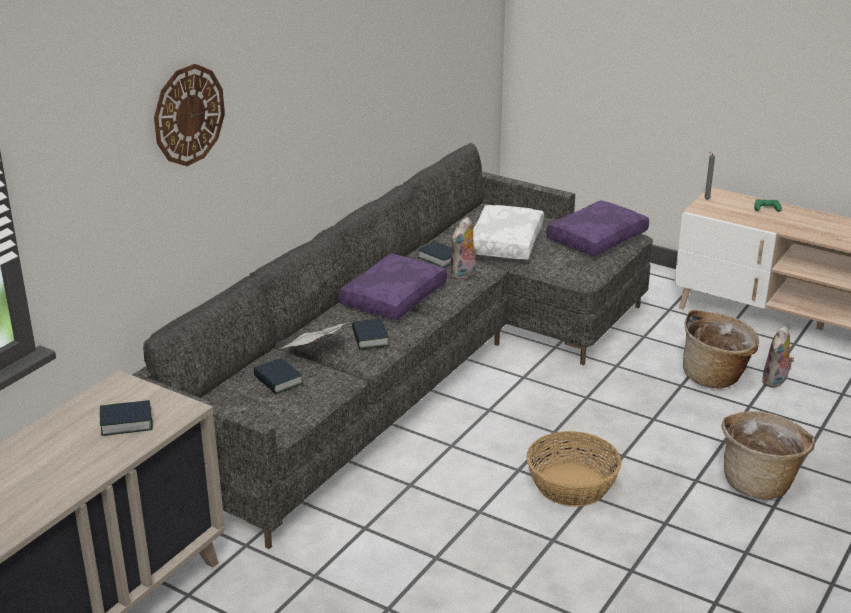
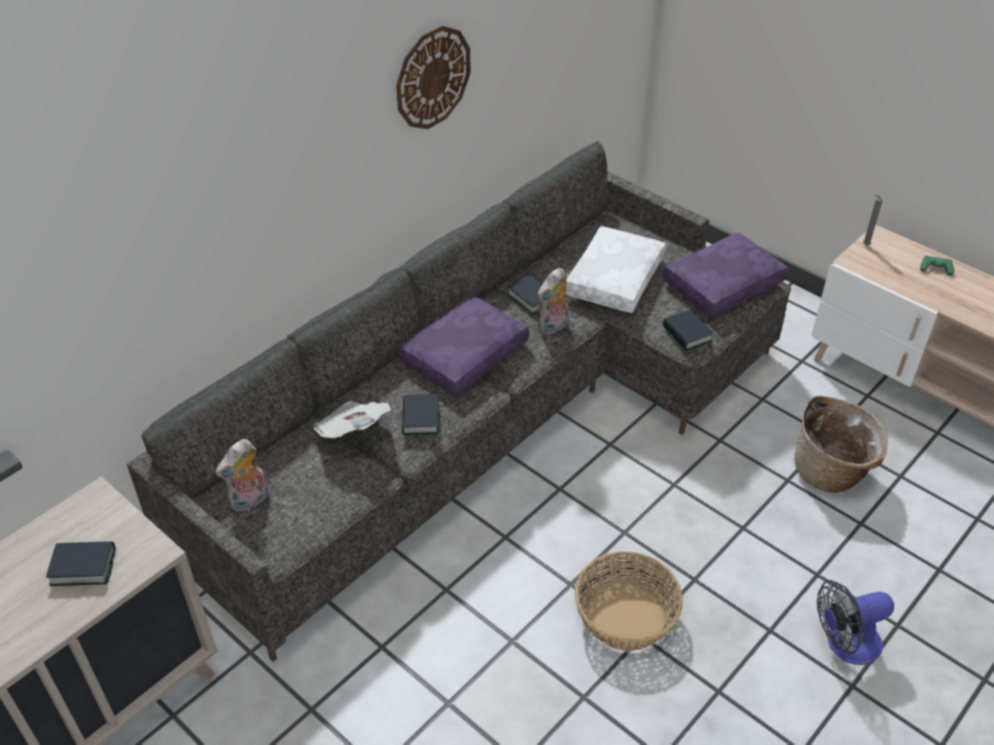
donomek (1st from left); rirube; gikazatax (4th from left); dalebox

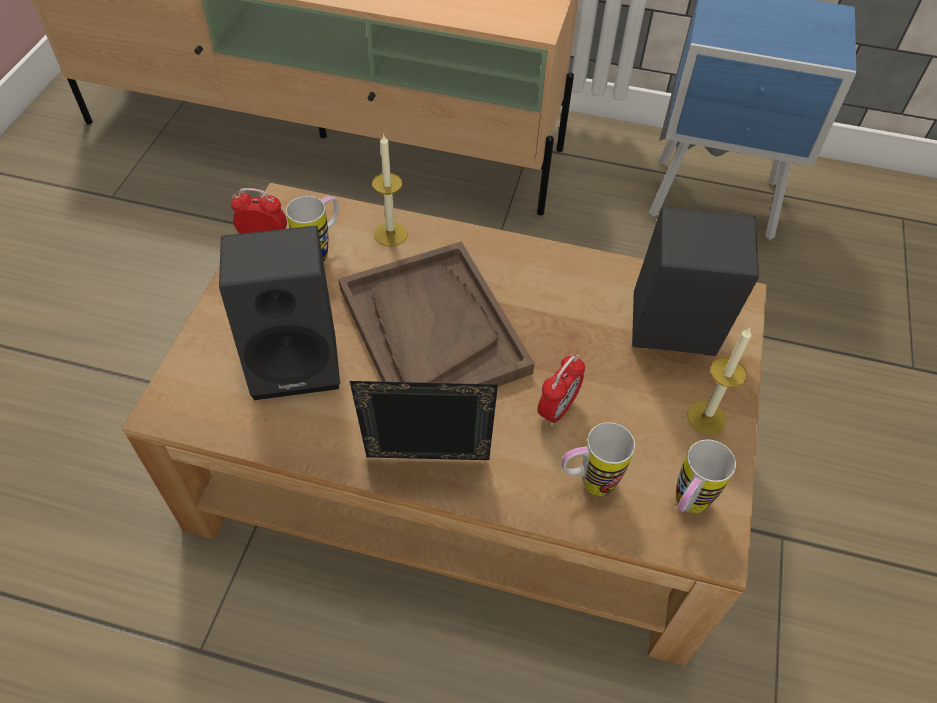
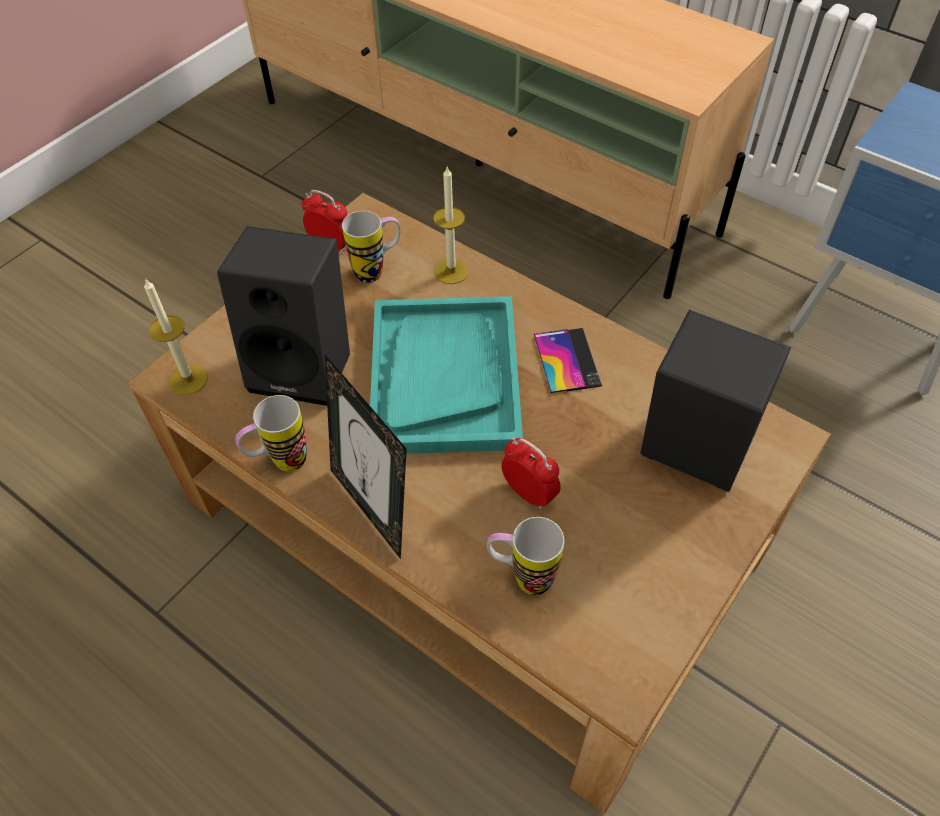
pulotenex (1st from left); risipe (1st from left); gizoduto; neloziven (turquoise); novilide (2nd from left); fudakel

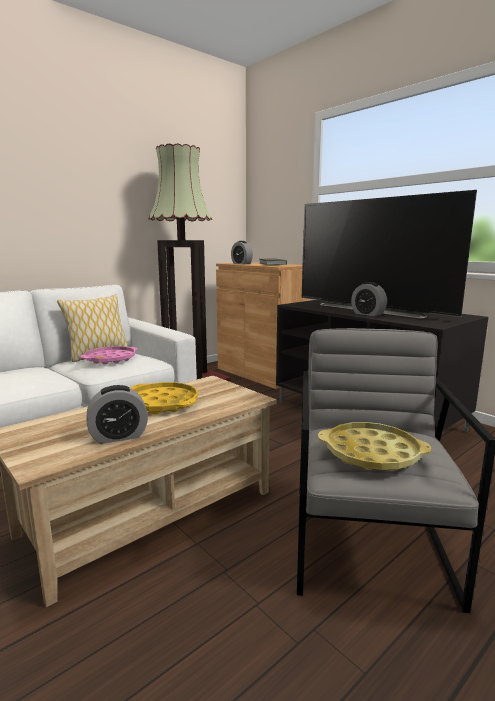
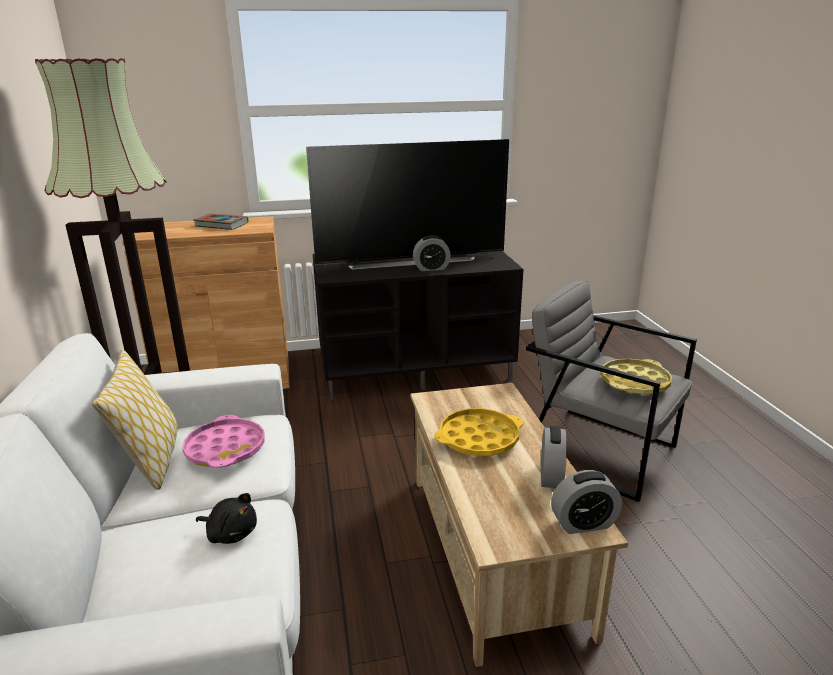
donomek (black); novilide (3rd from left)

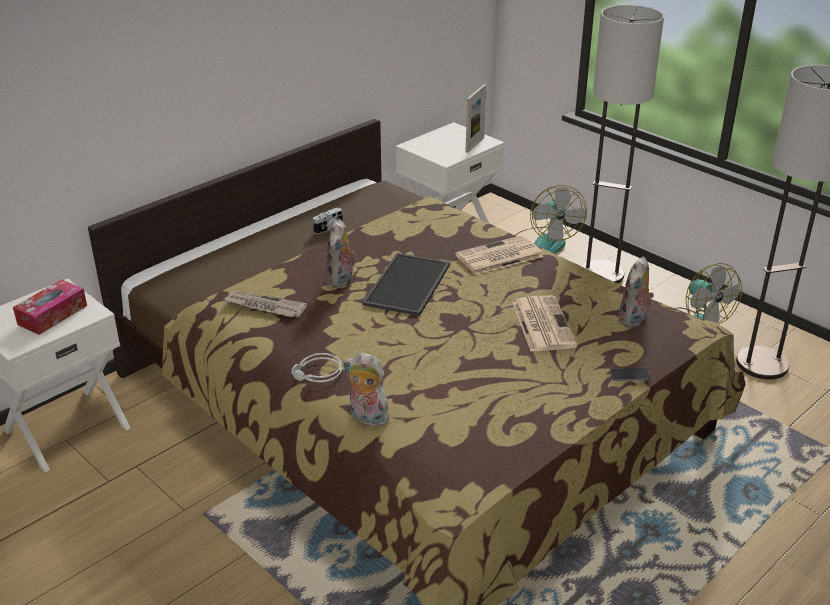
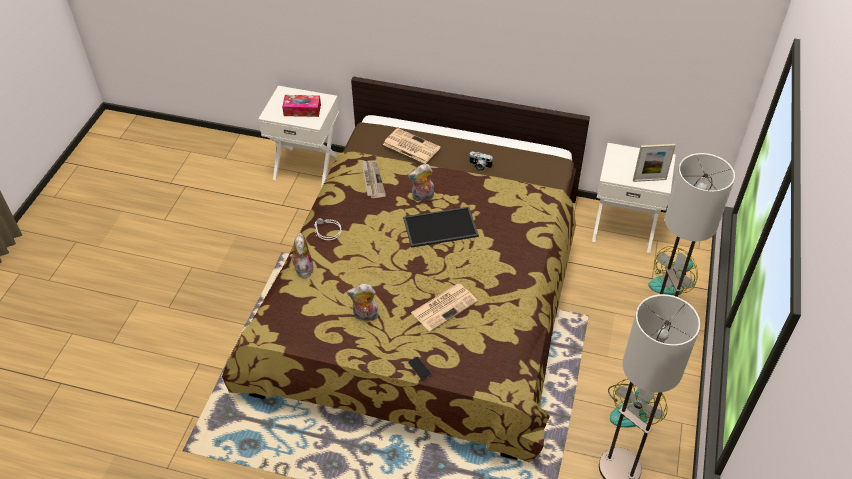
donomek (2nd from left); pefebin (2nd from left)

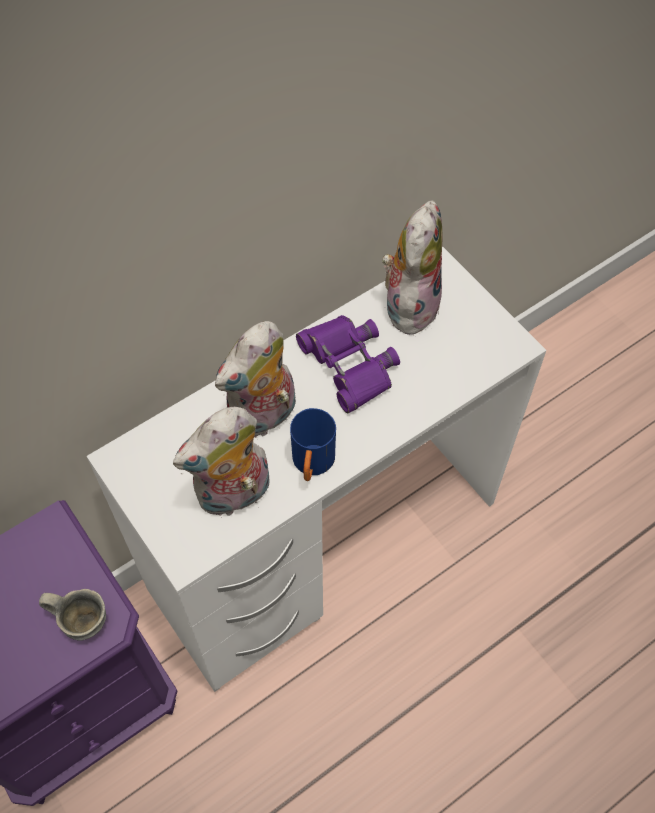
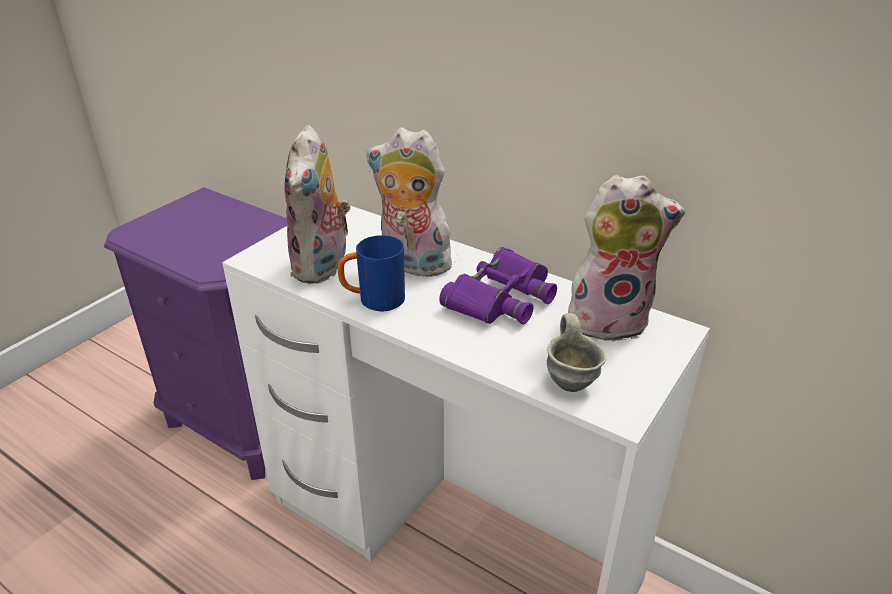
donomek (1st from left); risipe (grey)

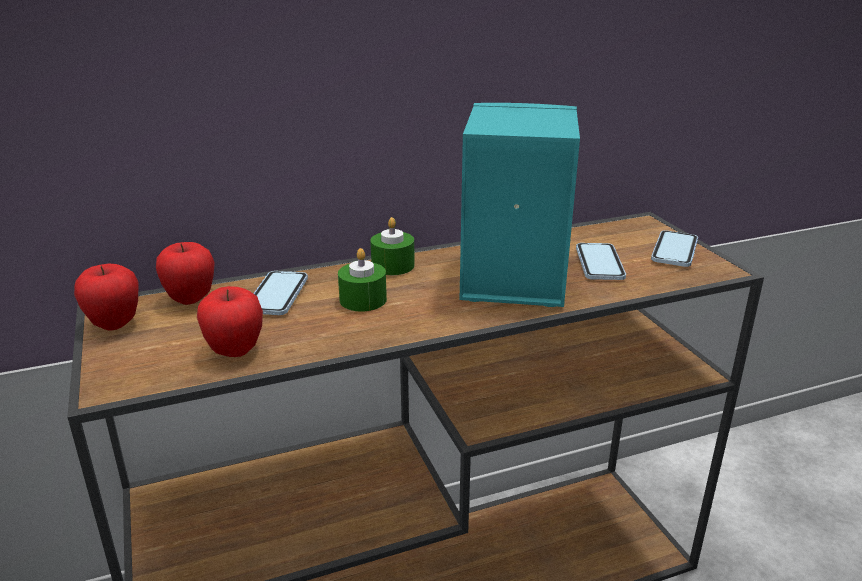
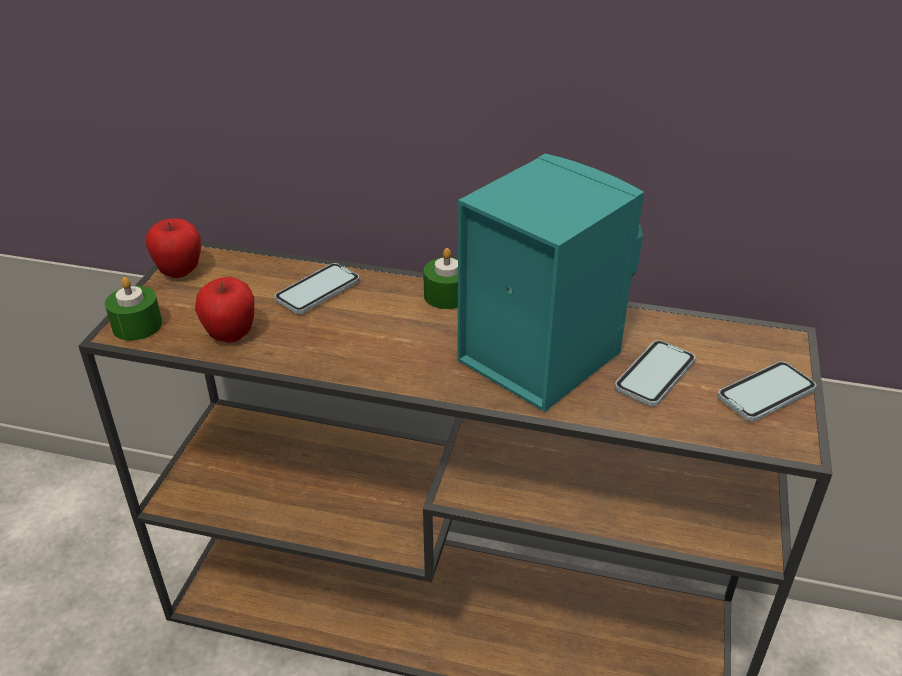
pulotenex (green) (1st from left); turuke (2nd from left in the first image)

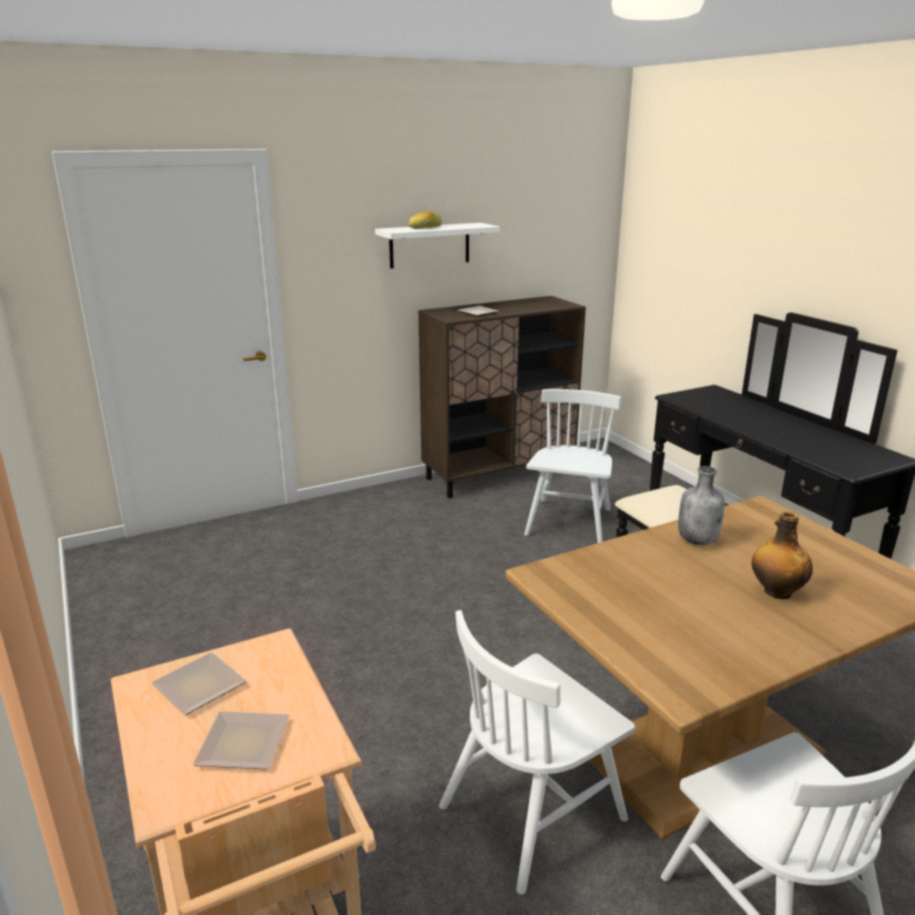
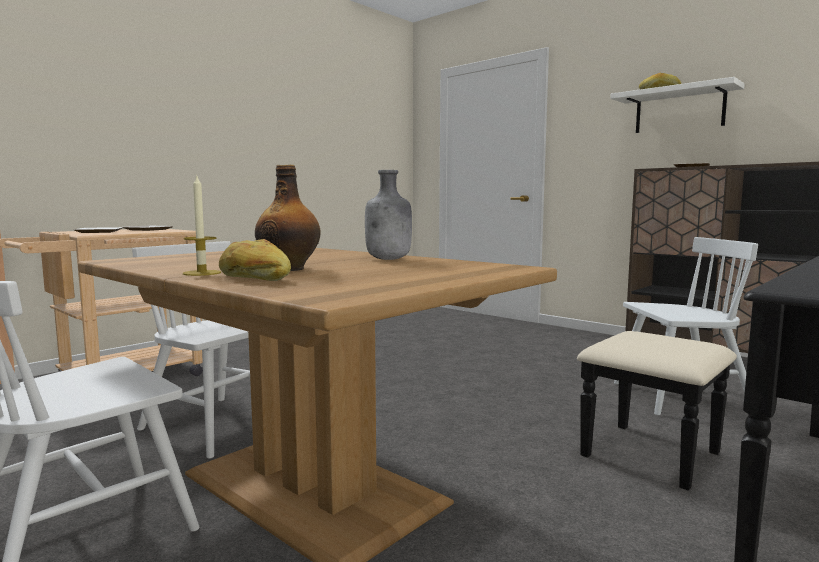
pulotenex; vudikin (1st from left)

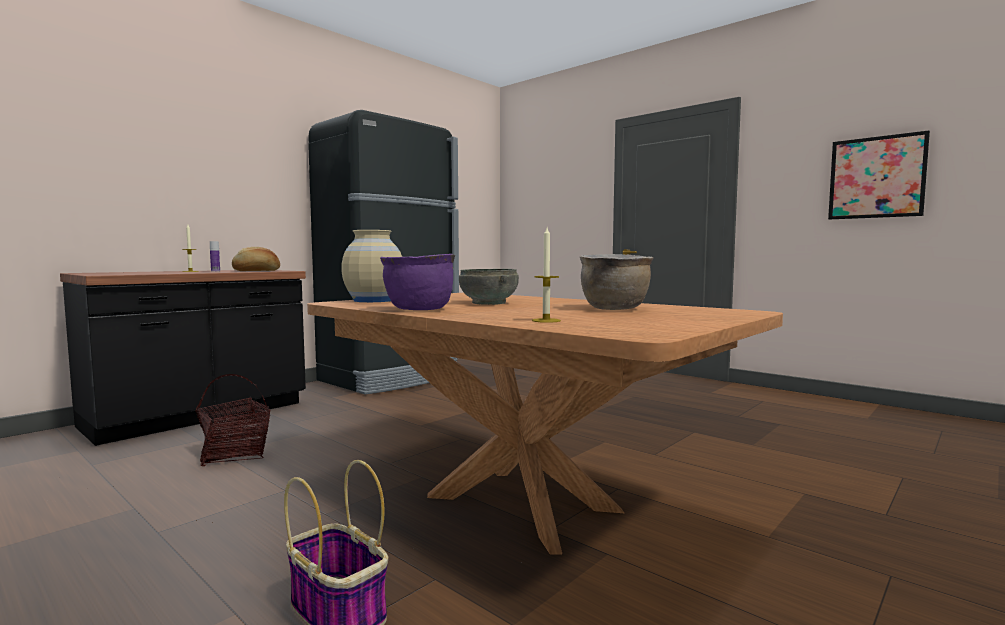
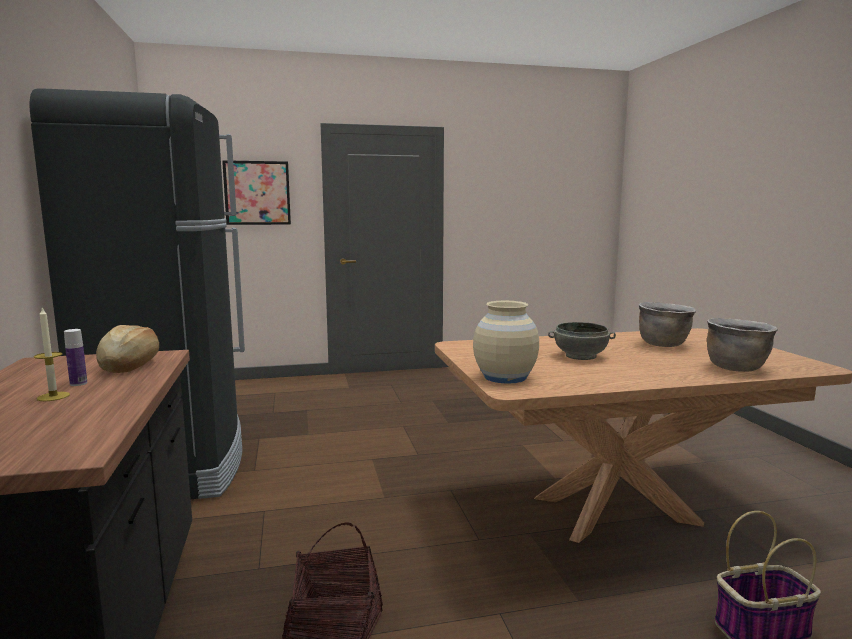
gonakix; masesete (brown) (2nd from left); masesete (purple)

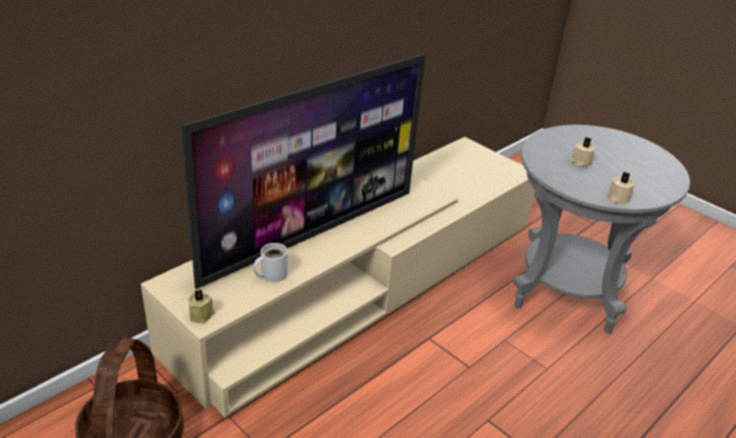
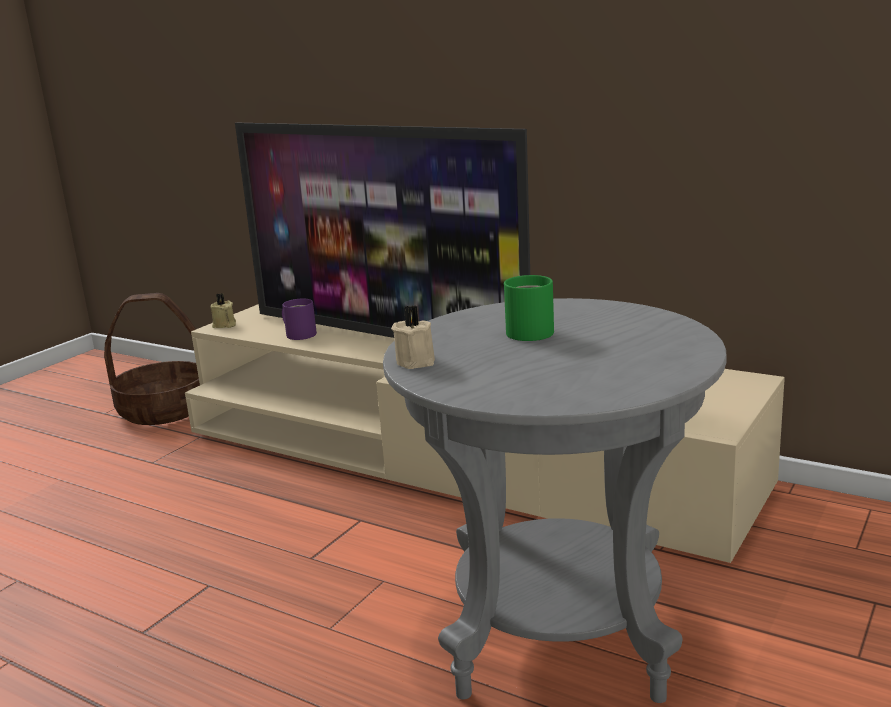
risipe (purple); risipe (green)

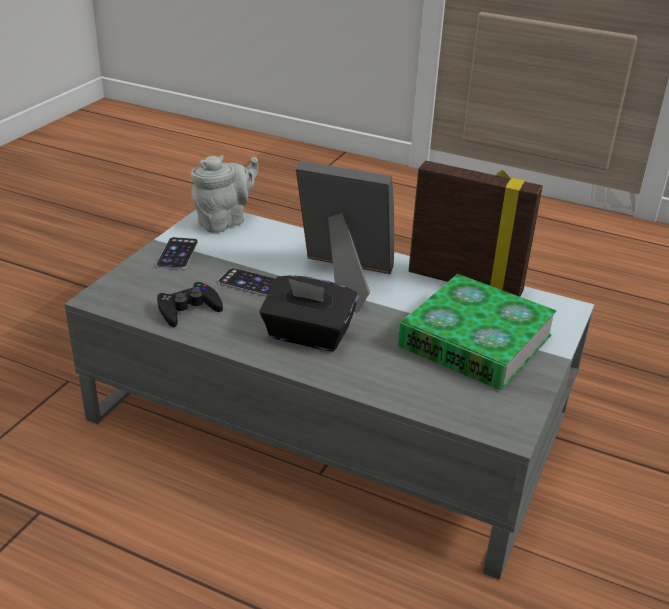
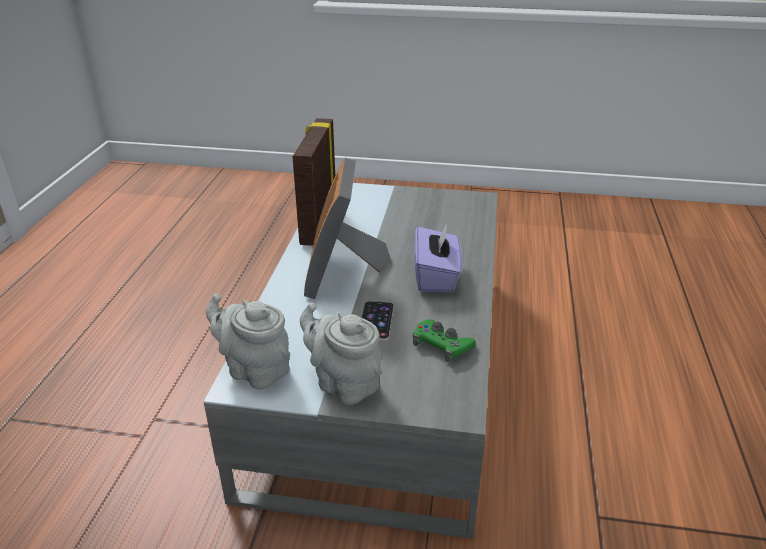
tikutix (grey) (2nd from left); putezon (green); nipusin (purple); gikazatax

